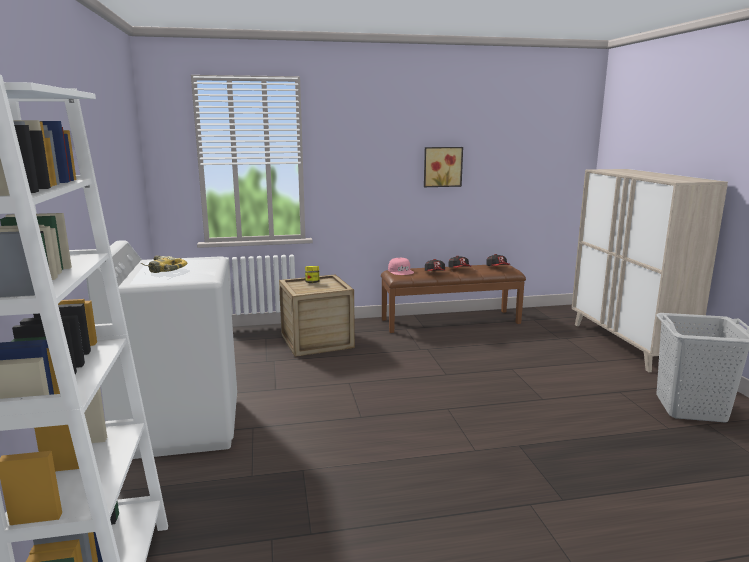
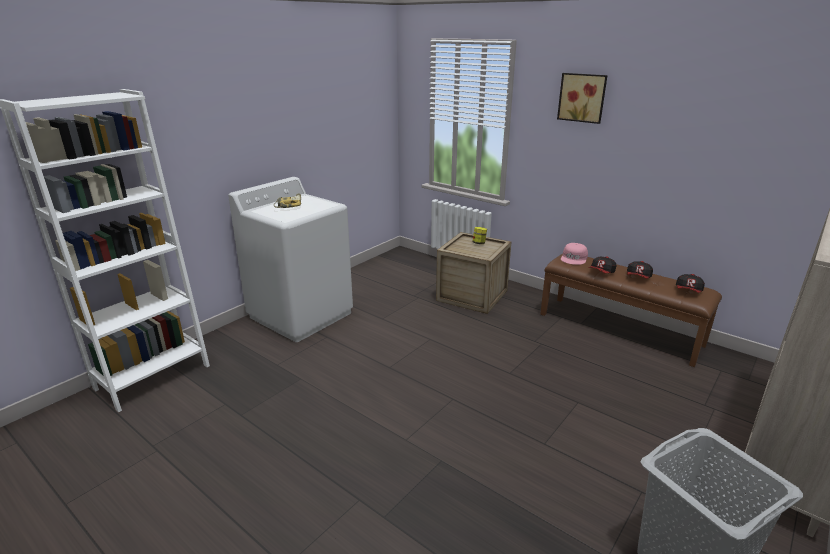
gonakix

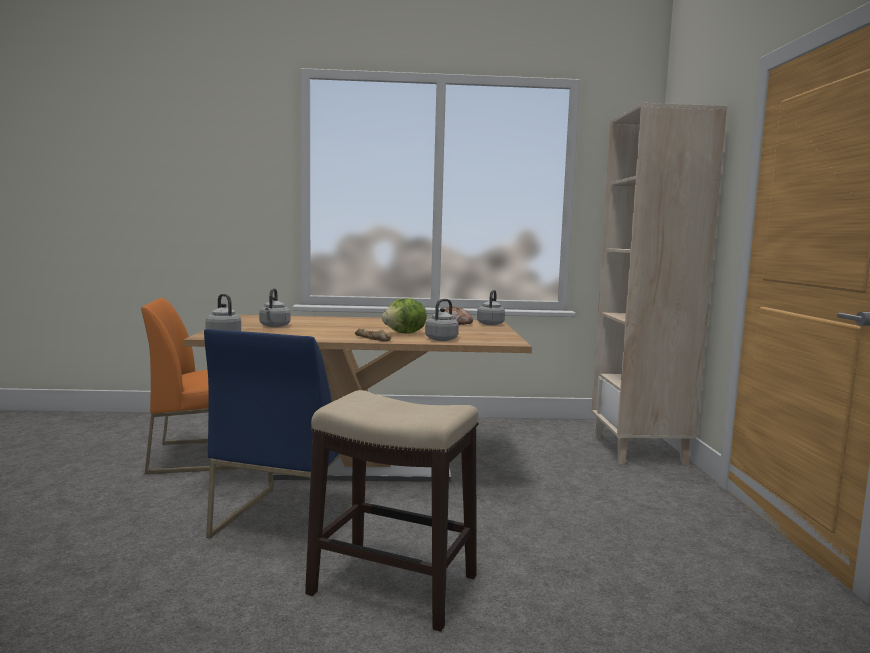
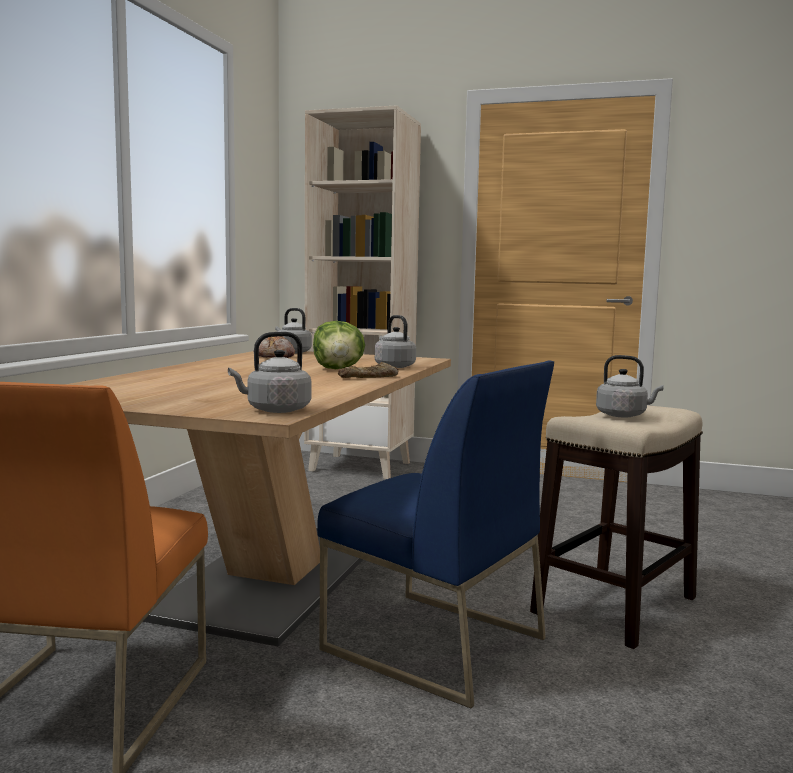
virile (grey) (4th from left)

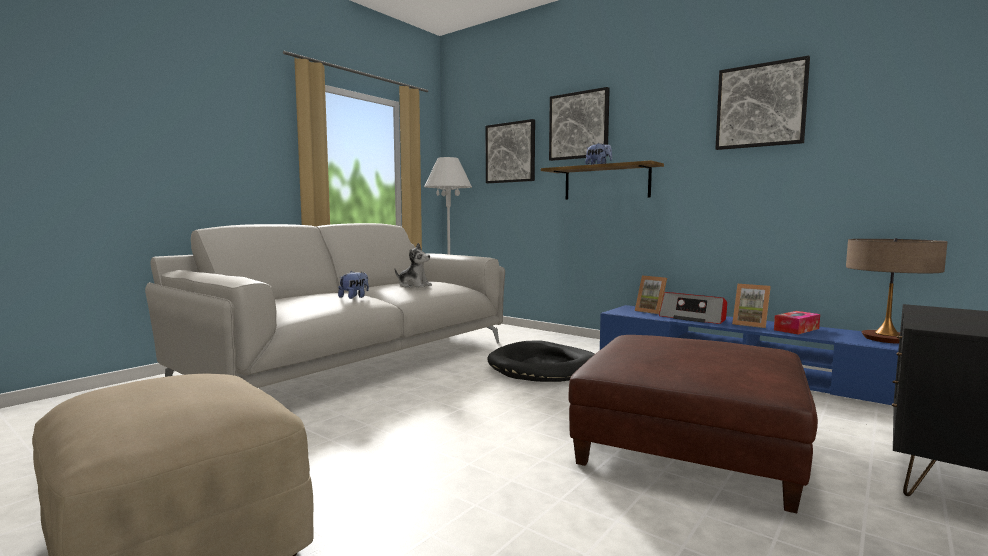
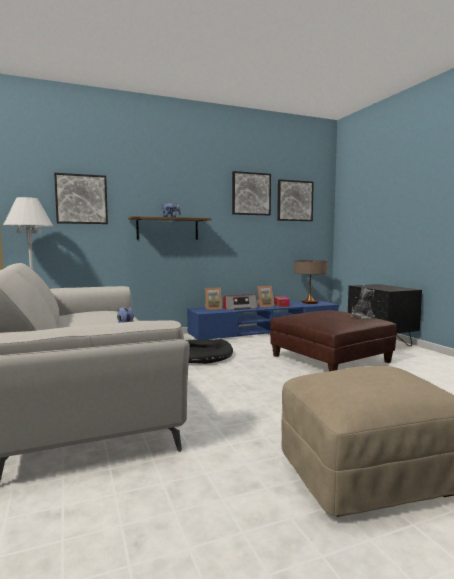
gonakix (3rd from left); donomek (3rd from left)

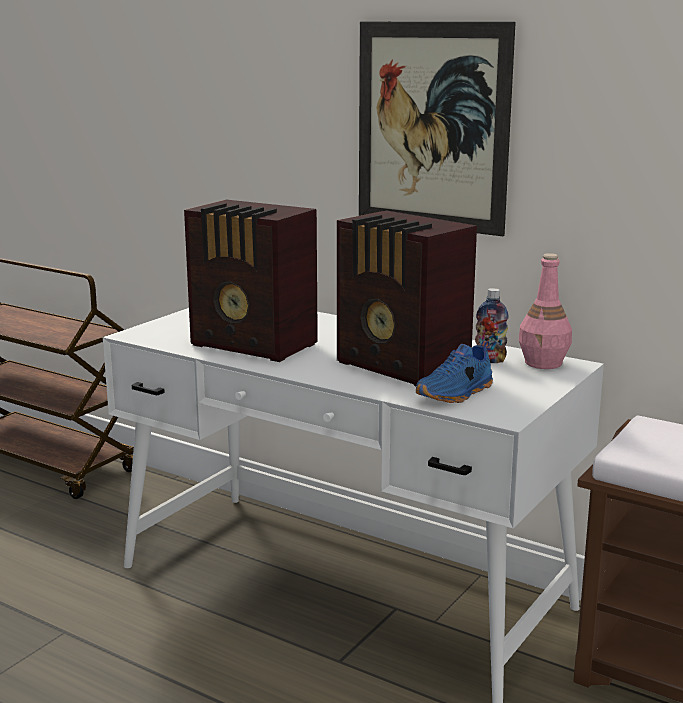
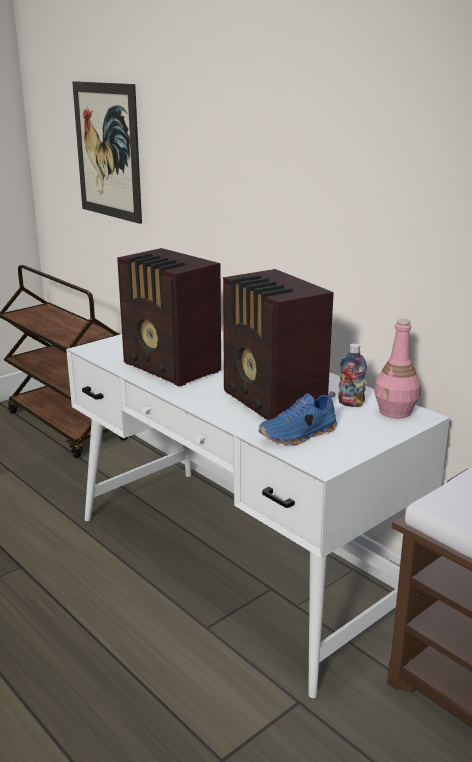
gonakix

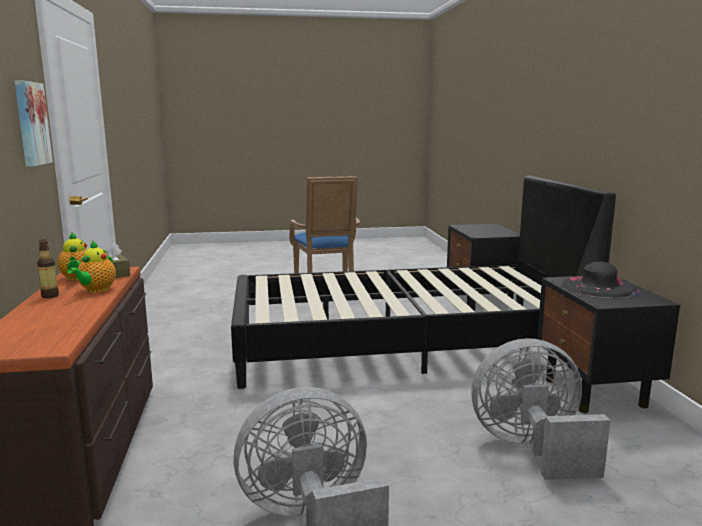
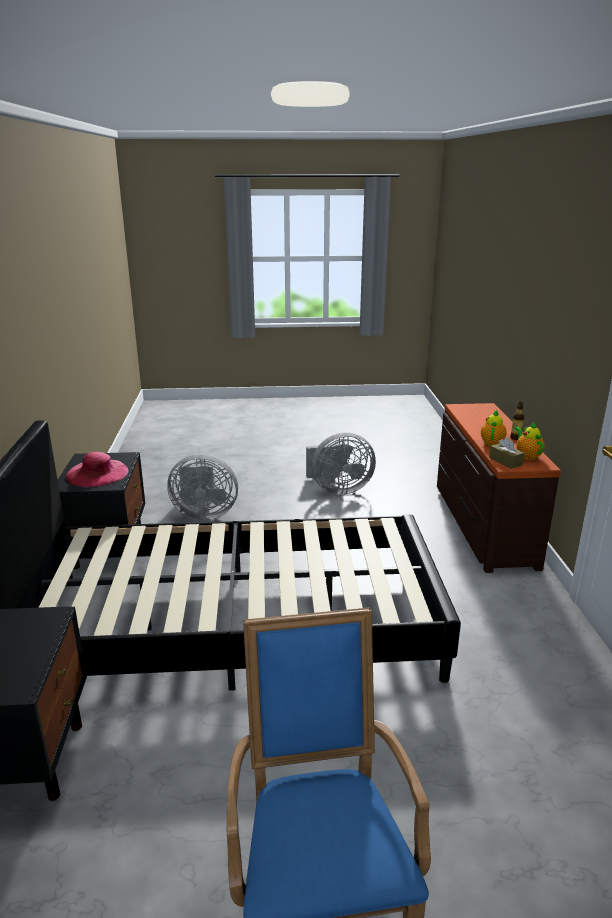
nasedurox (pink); gonakix

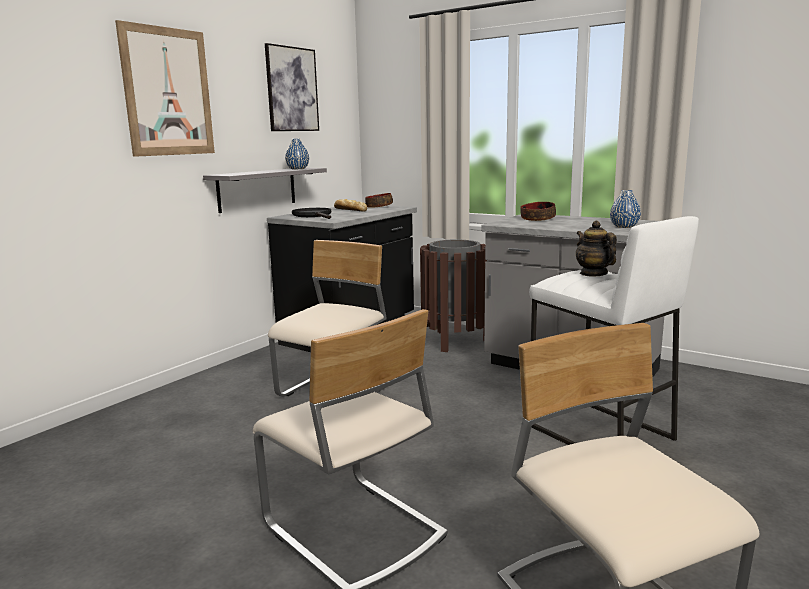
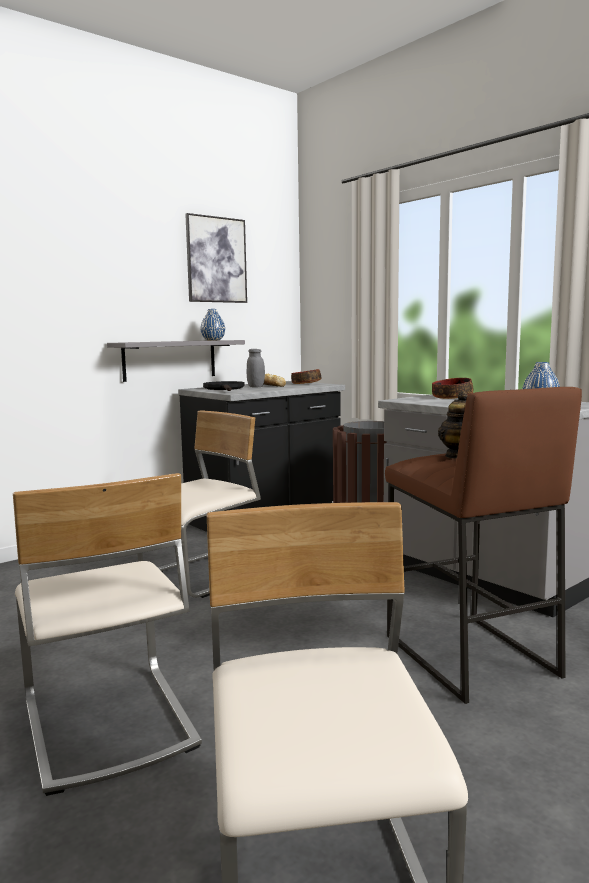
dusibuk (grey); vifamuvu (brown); gonakix (1st from left in the first image)

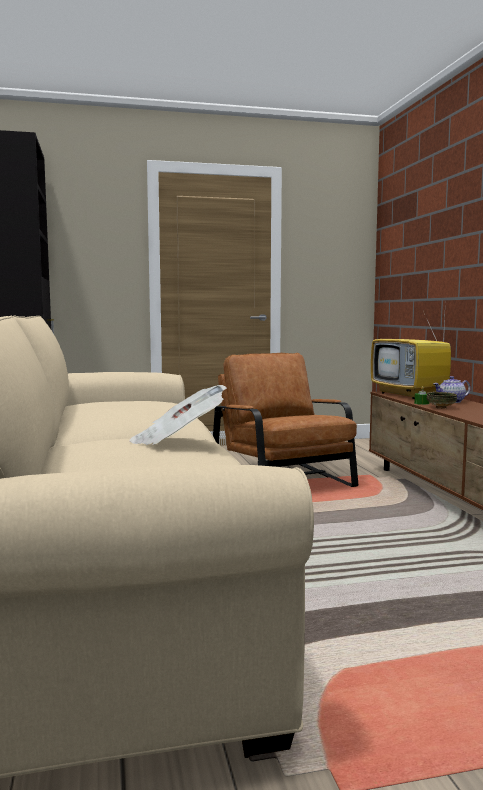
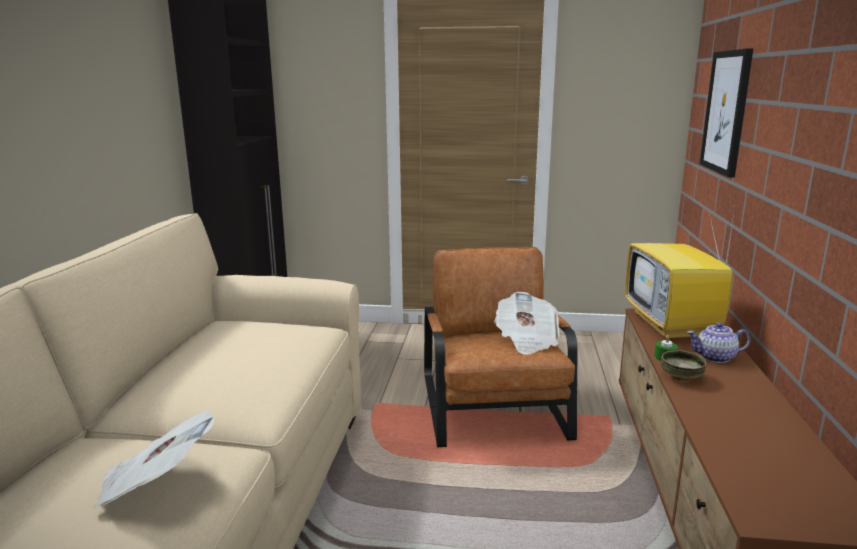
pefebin (2nd from left); gonakix

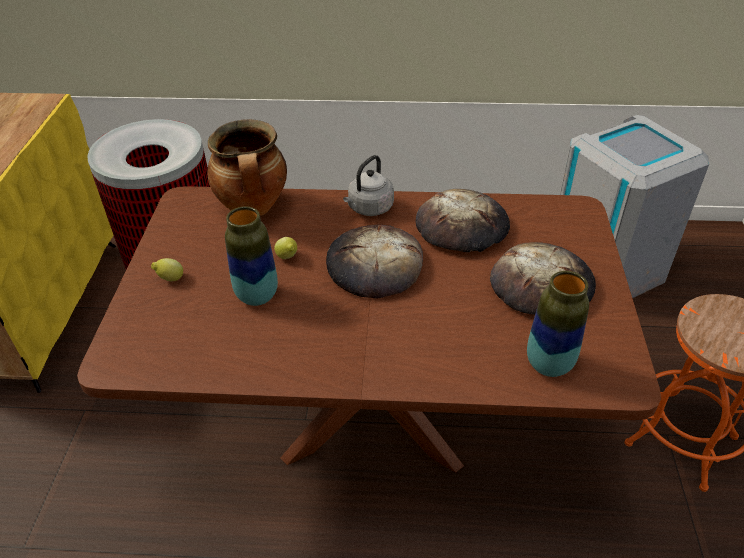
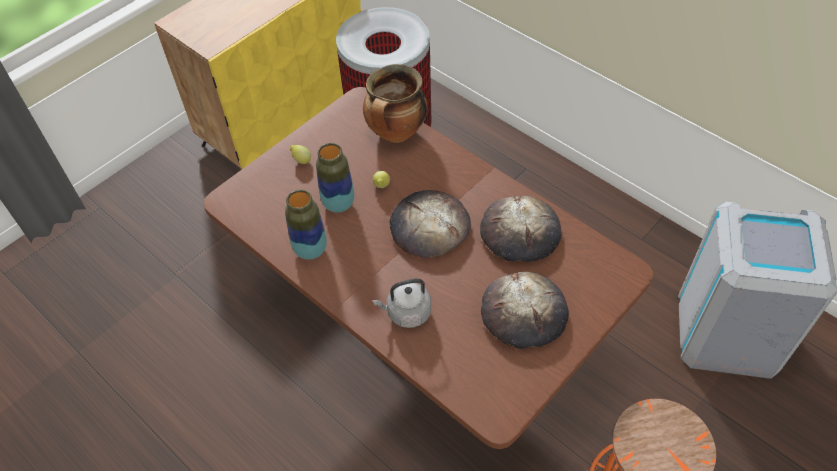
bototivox (1st from left); virile (grey)

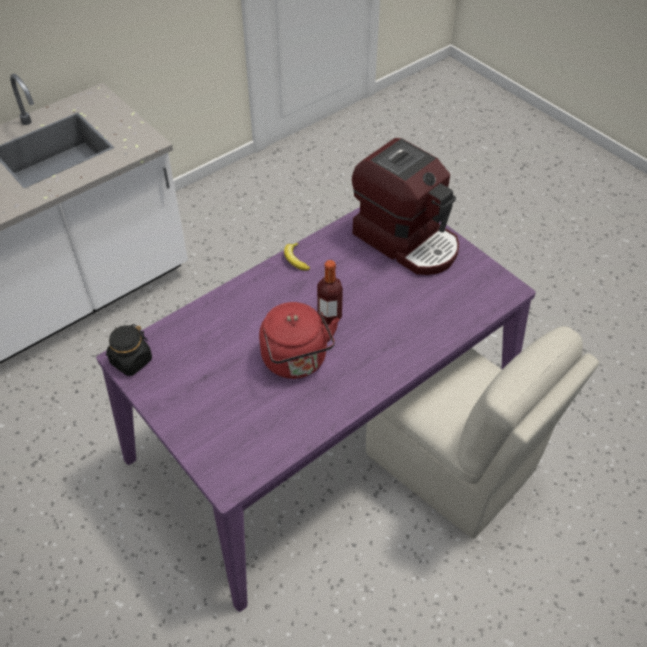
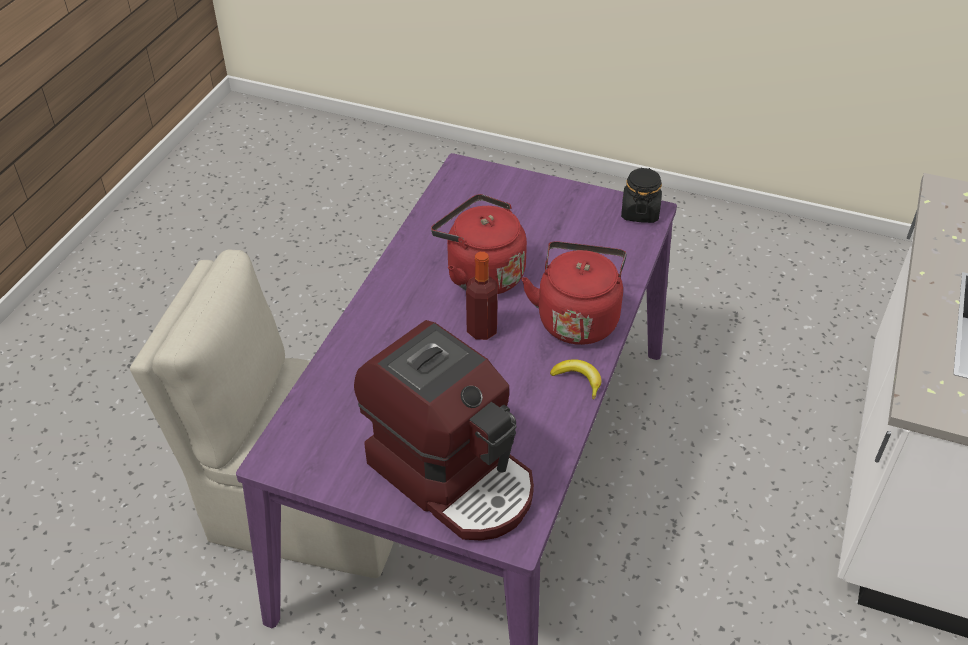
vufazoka; virile (red) (2nd from left)

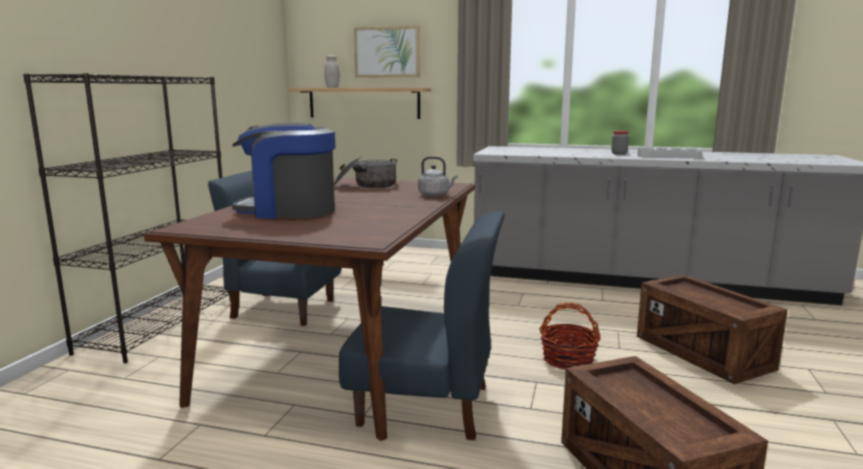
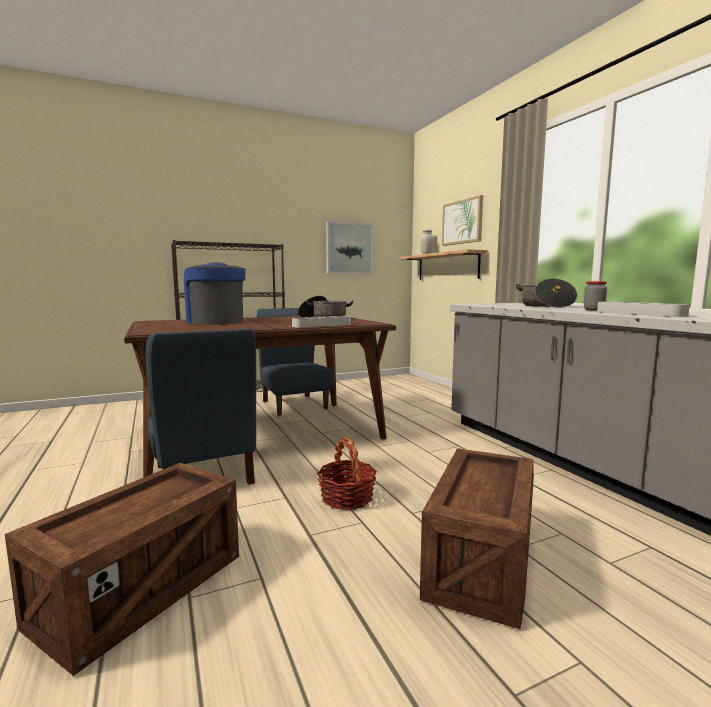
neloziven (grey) (1st from left); gonakix (1st from left); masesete (2nd from left)

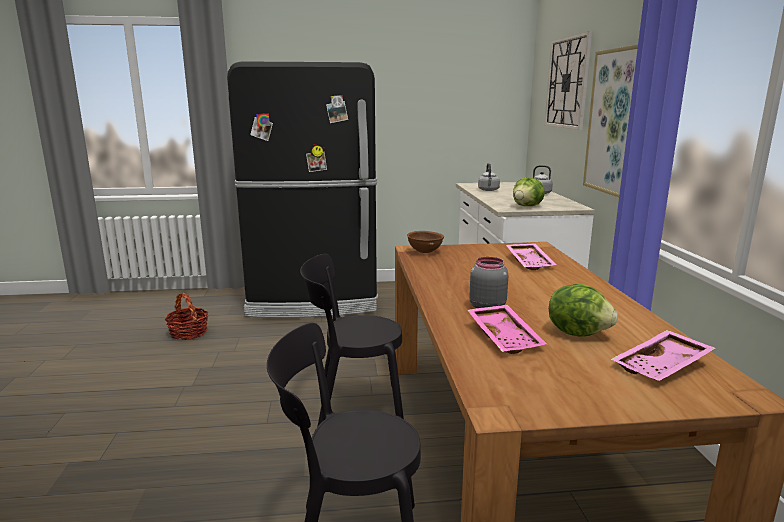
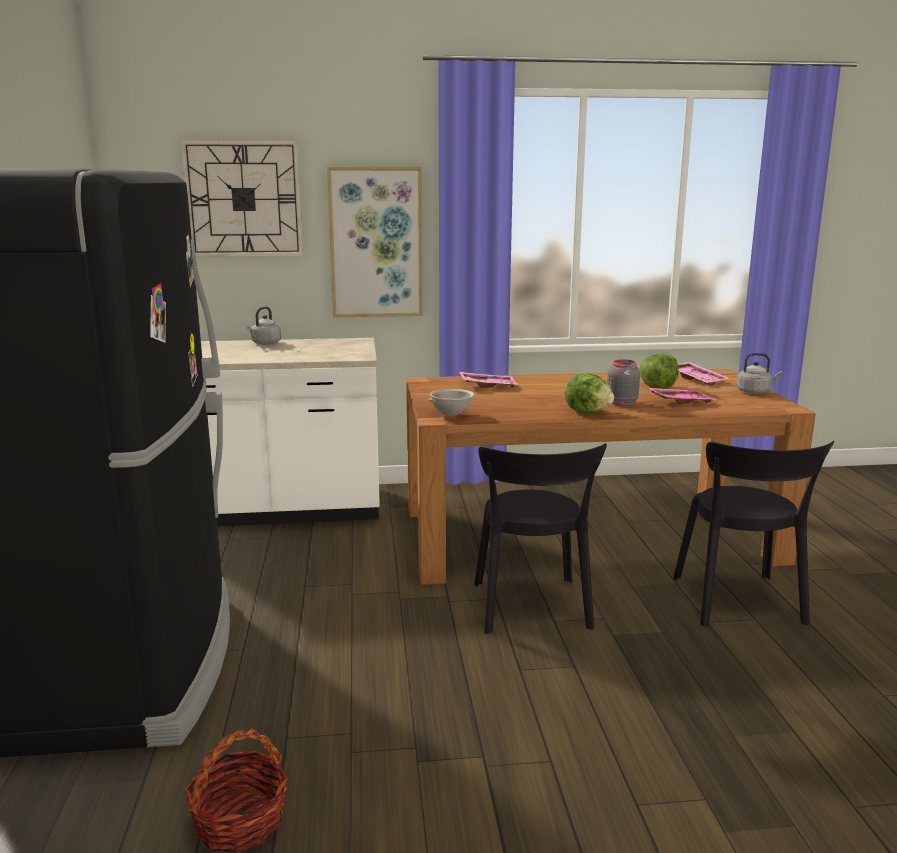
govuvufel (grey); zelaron (1st from left); virile (grey) (2nd from left)

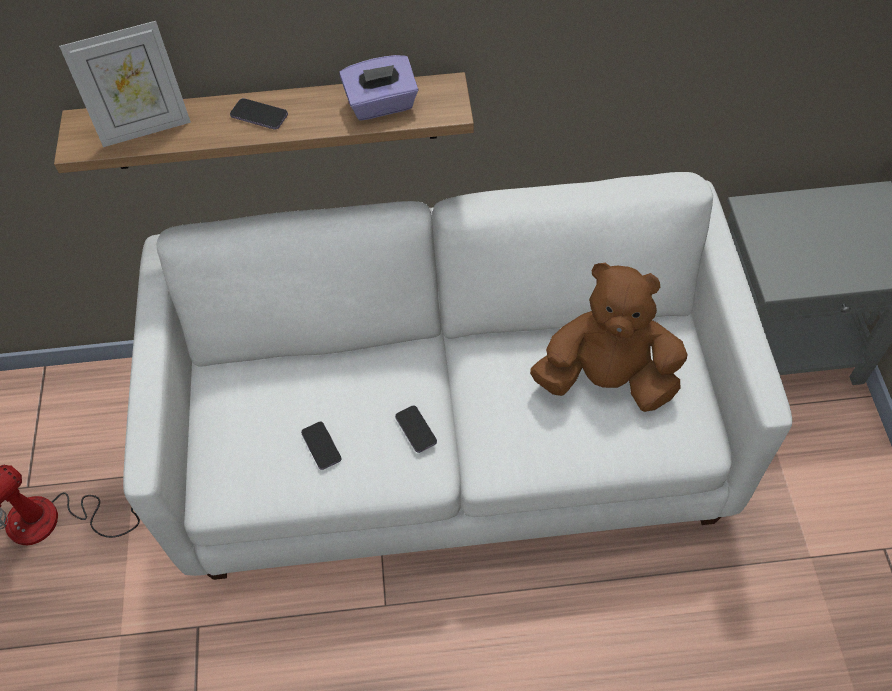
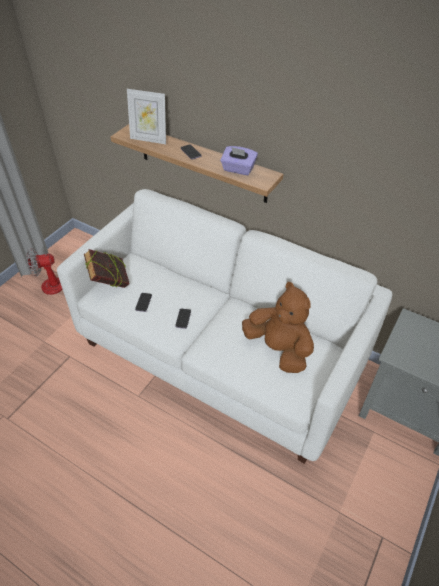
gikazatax

